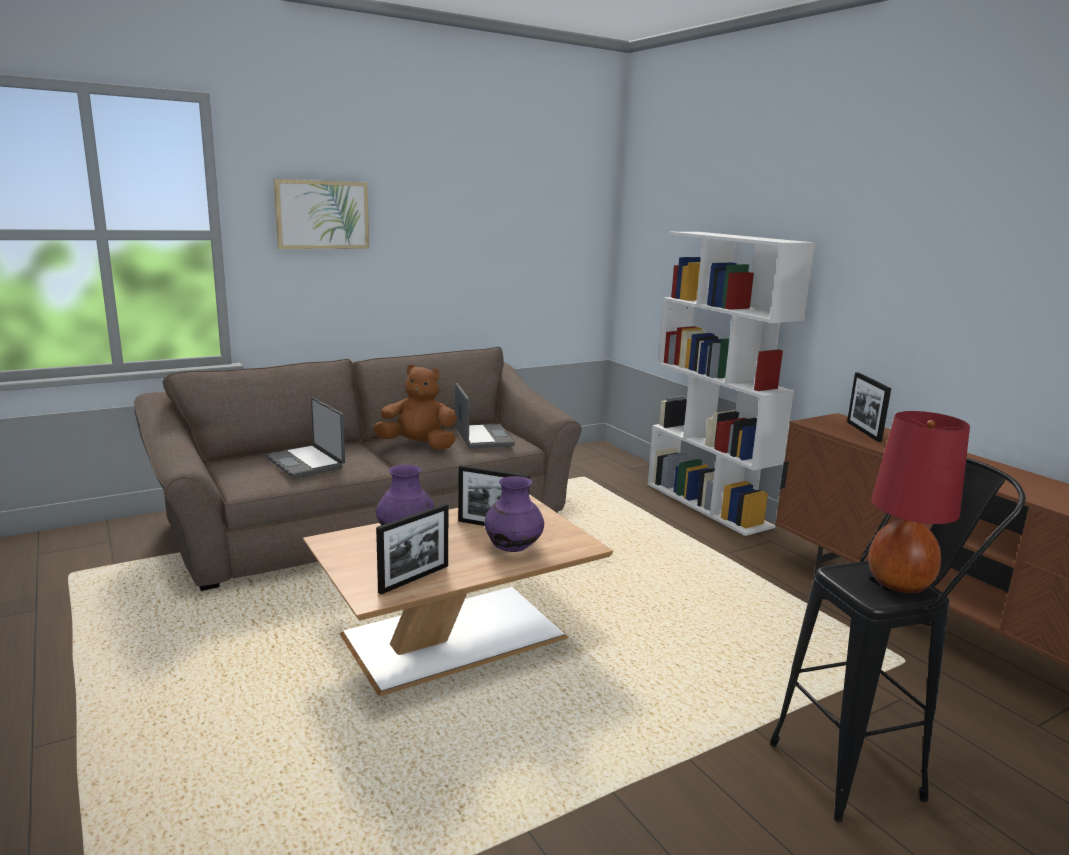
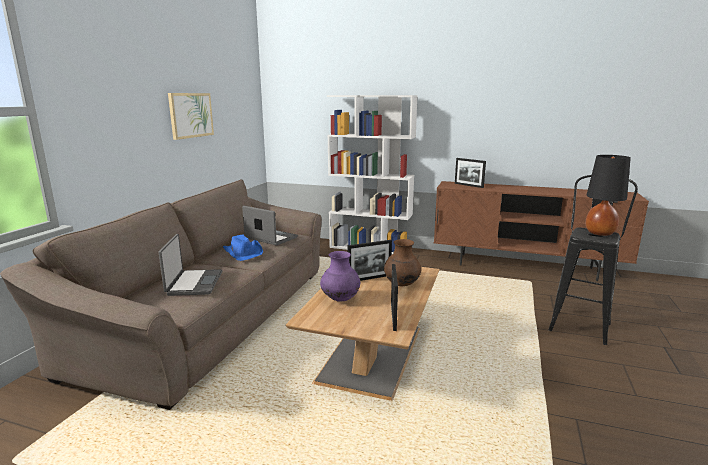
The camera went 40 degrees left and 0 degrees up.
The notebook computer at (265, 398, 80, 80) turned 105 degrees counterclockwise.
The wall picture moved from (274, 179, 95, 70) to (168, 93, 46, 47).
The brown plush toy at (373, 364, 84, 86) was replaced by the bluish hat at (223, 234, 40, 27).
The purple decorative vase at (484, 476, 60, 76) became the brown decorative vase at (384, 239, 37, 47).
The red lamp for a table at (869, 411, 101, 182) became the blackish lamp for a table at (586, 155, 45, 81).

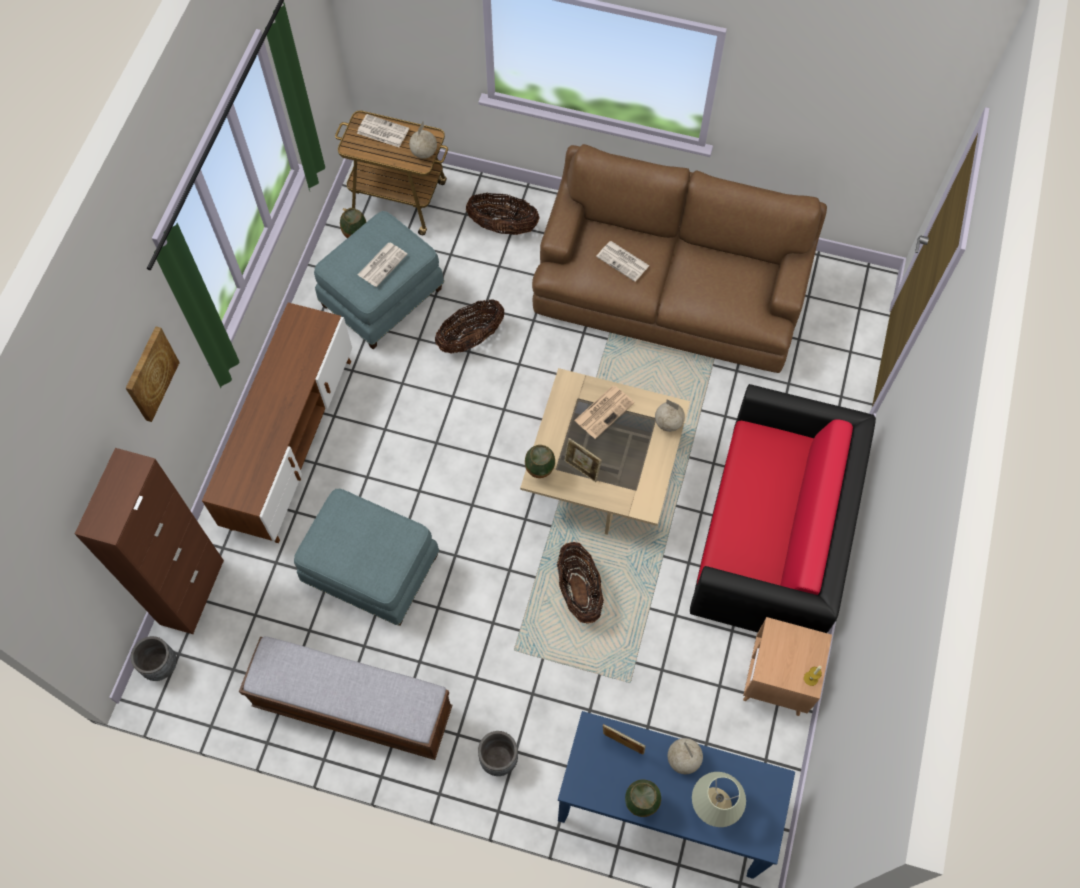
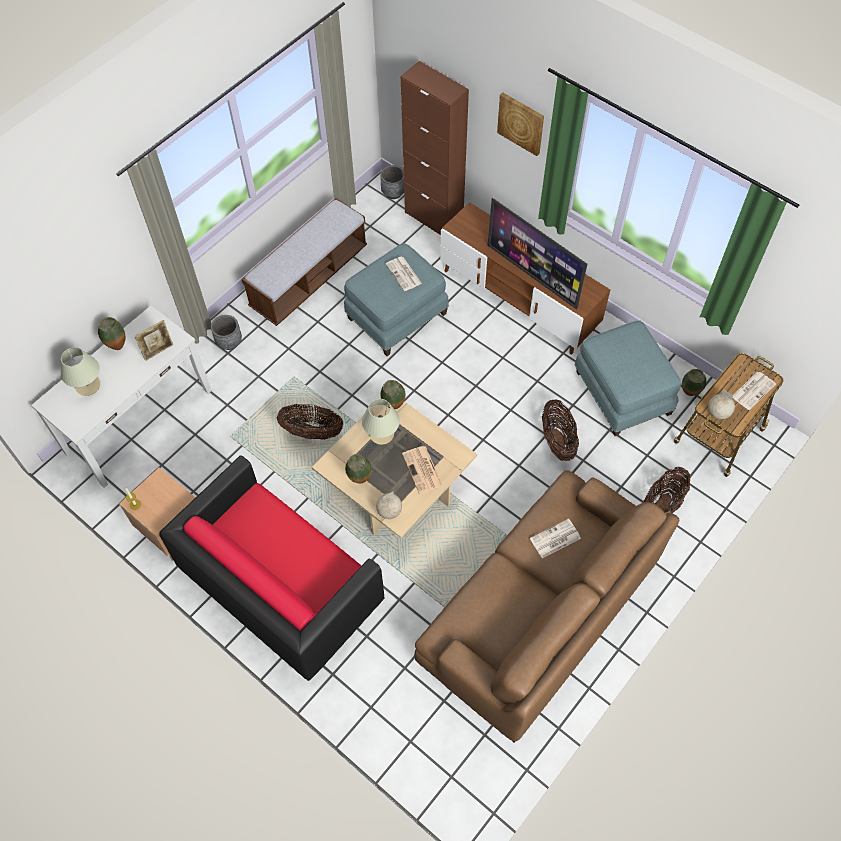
The camera went 115 degrees right and 5 degrees down.
The bluish narrow table at (558, 711, 237, 168) became the white narrow table at (31, 306, 181, 182).
The decorative vase at (345, 454, 27, 29) appeared.
The picture frame at (564, 438, 38, 44) was replaced by the beige lamp for a table at (362, 399, 38, 46).
The printed paper moved from (358, 243, 50, 44) to (386, 257, 36, 34).
The TV set at (488, 198, 99, 112) appeared.
The world globe at (668, 738, 35, 36) disappeared.

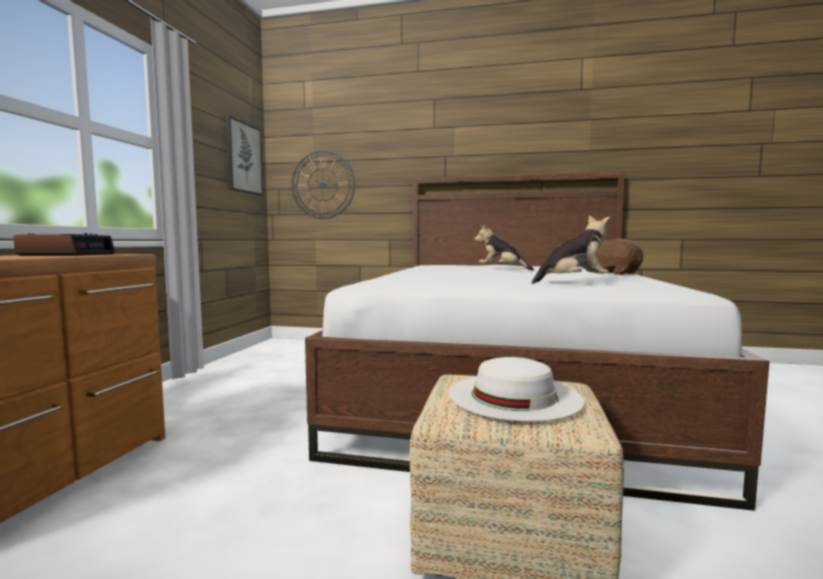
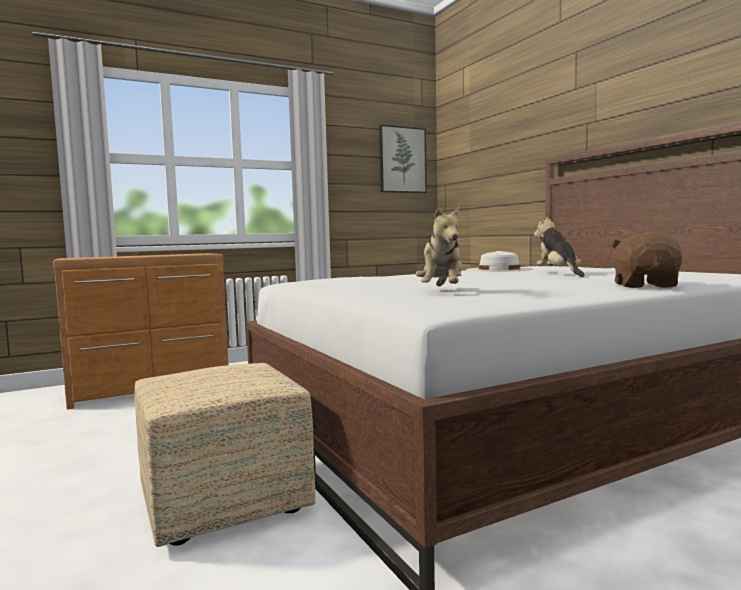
The camera went 50 degrees right and 0 degrees up.
The plush toy at (531, 215, 79, 69) turned 60 degrees clockwise.
The white hat moved from (449, 357, 135, 64) to (466, 251, 67, 21).
The alarm clock at (13, 233, 102, 23) disappeared.
The clock on the wall at (291, 150, 64, 69) disappeared.

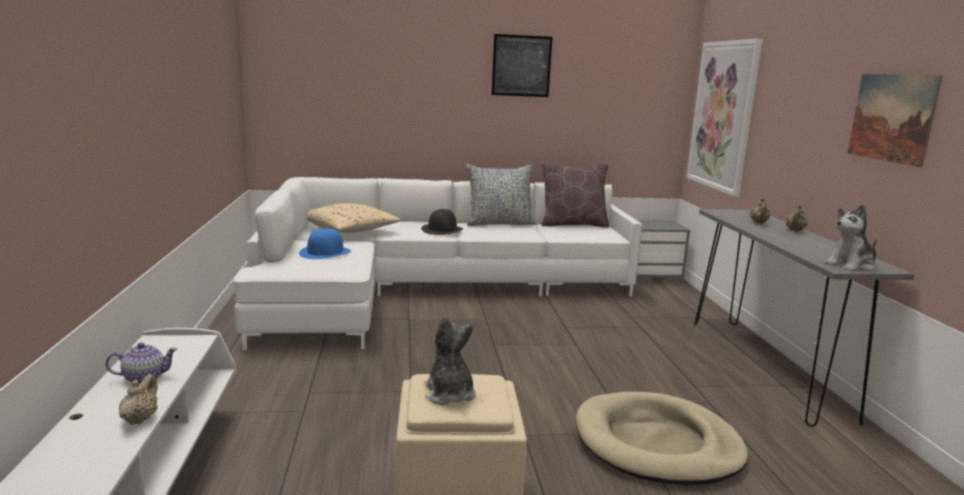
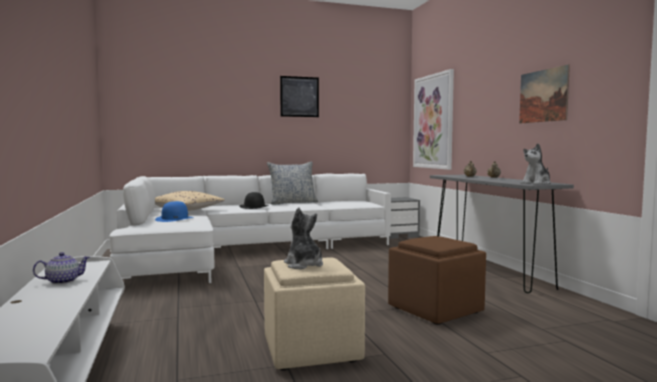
The camera went 10 degrees left and 10 degrees down.
The beige pet bed at (576, 392, 172, 93) was replaced by the brown footrest at (388, 236, 98, 89).
The beige teapot at (119, 374, 39, 51) disappeared.
The brown pillow at (541, 163, 68, 65) disappeared.

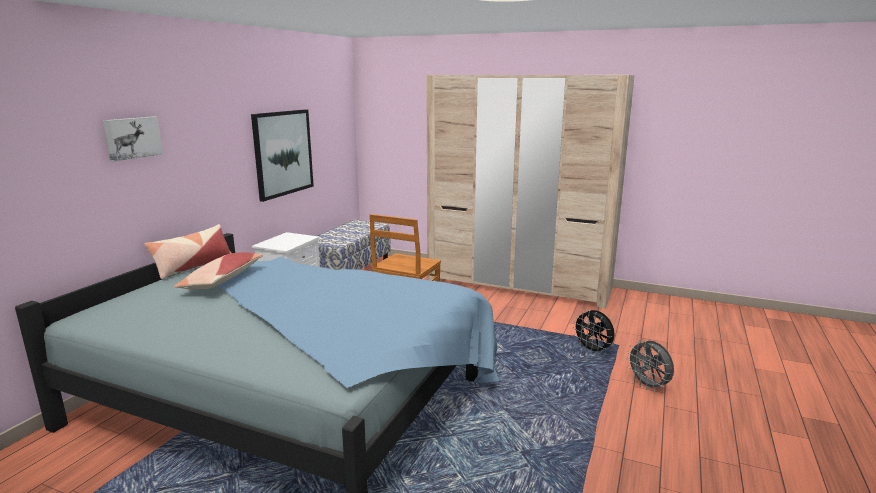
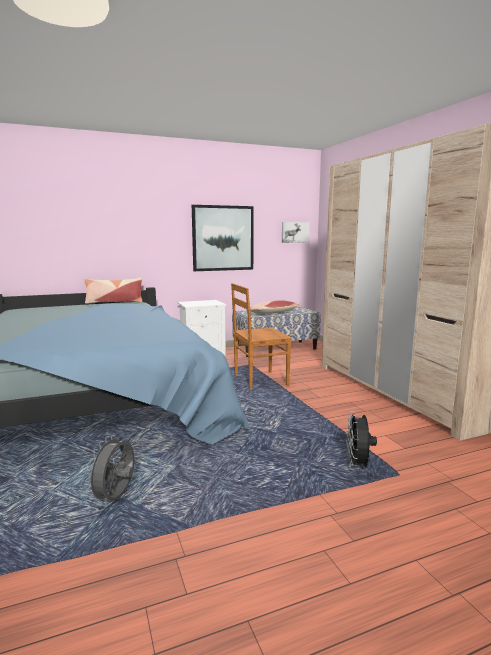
The camera went 45 degrees right and 5 degrees down.
The grey electric fan moved from (626, 340, 48, 51) to (85, 435, 49, 69).
The pillow moved from (174, 252, 89, 38) to (246, 300, 54, 14).
The wall picture moved from (103, 117, 60, 44) to (282, 222, 28, 21).

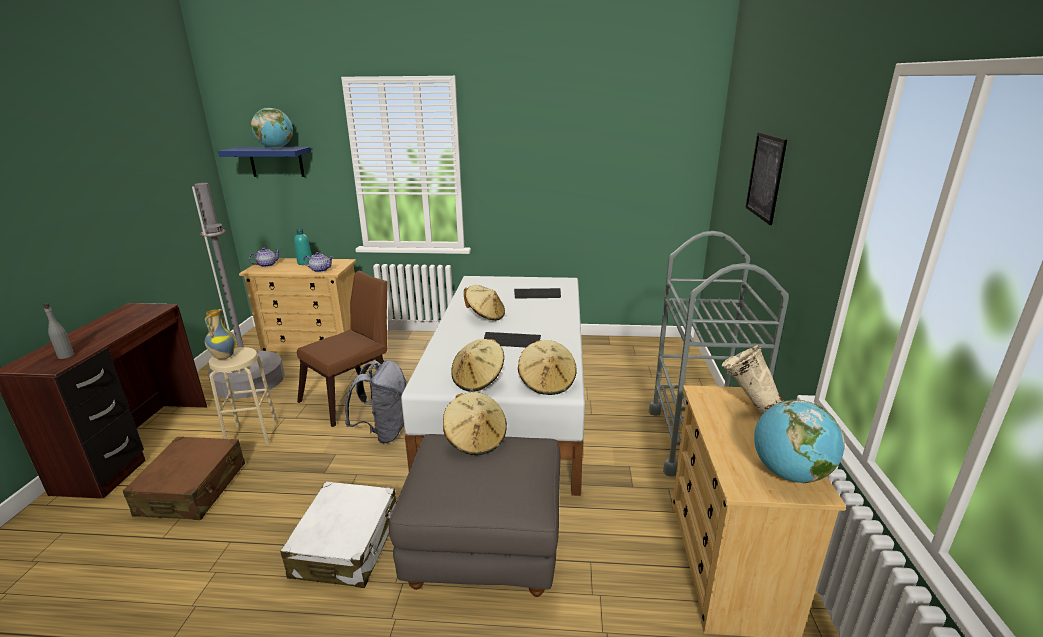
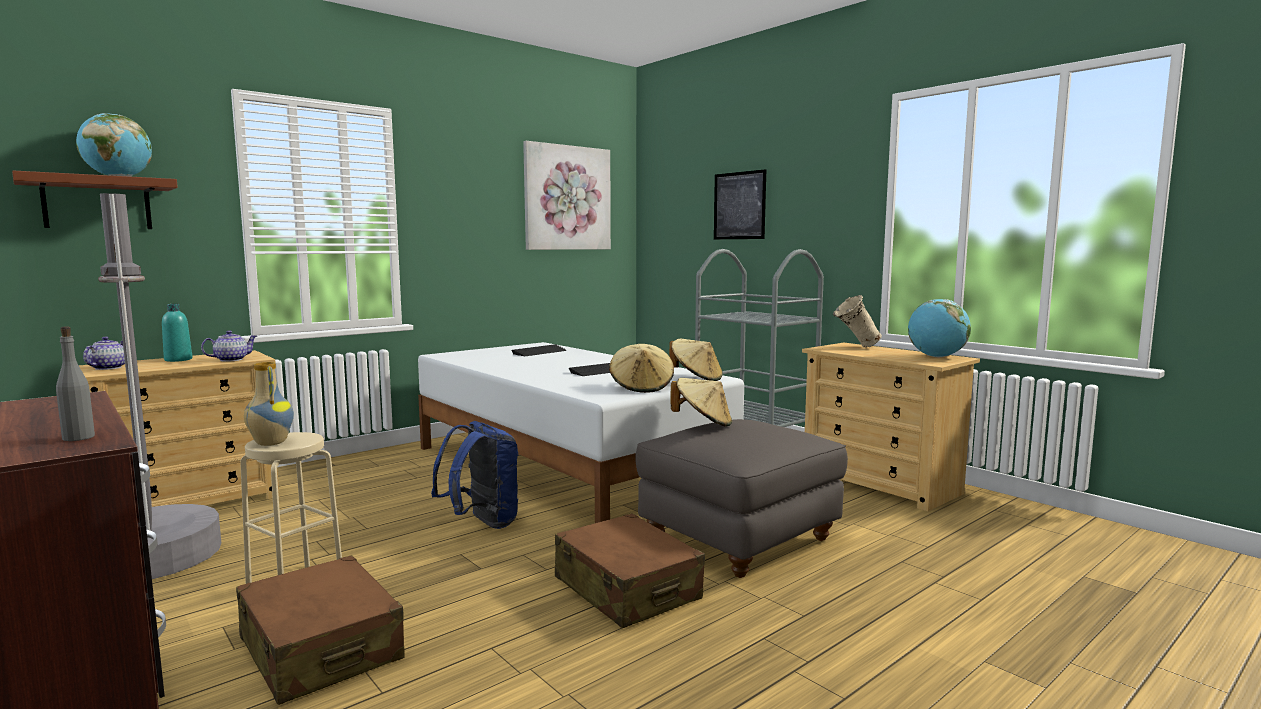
The camera went 45 degrees left and 15 degrees down.
The bluish wall shelf at (218, 147, 93, 30) became the brown wall shelf at (12, 171, 166, 58).
The grey knapsack at (345, 360, 61, 84) became the bluish knapsack at (431, 421, 88, 108).
The wall picture at (523, 141, 88, 109) appeared.
The white travel case at (280, 482, 116, 106) became the brown travel case at (555, 513, 150, 115).
The brown upright chair at (297, 271, 91, 156) disappeared.
The beige hat at (464, 285, 41, 36) disappeared.

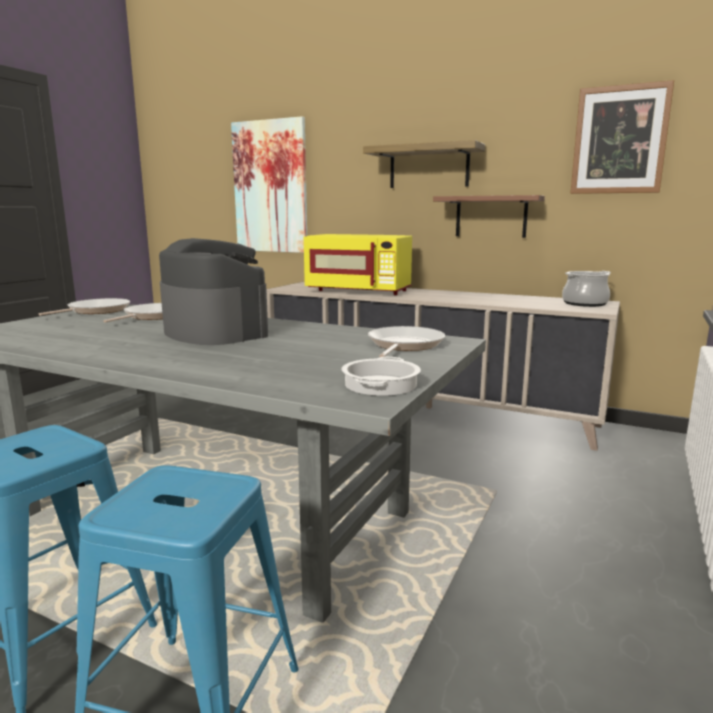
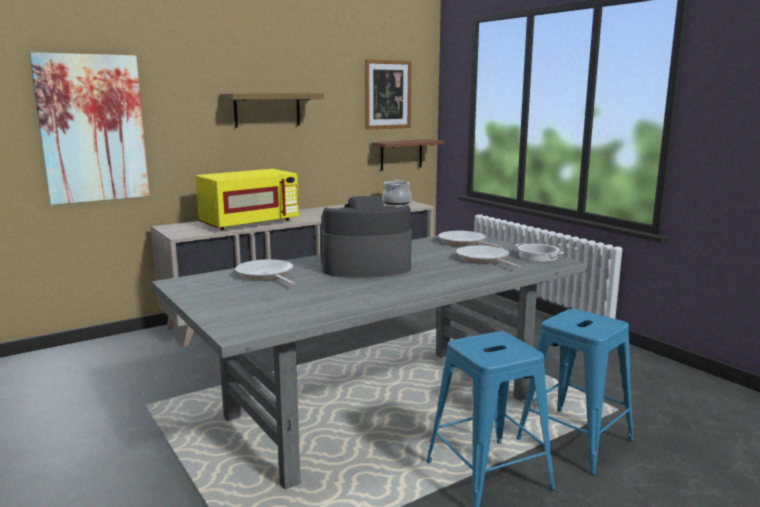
The camera went 60 degrees left and 0 degrees up.
The brown wall shelf moved from (433, 195, 112, 43) to (372, 139, 73, 31).
The skillet moved from (39, 298, 91, 18) to (456, 245, 65, 23).

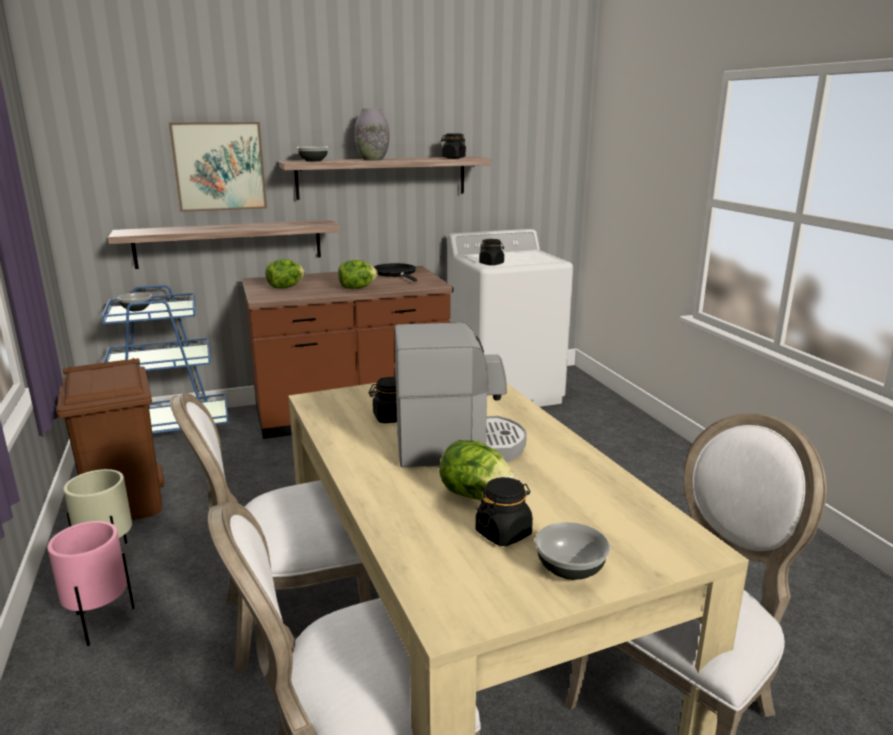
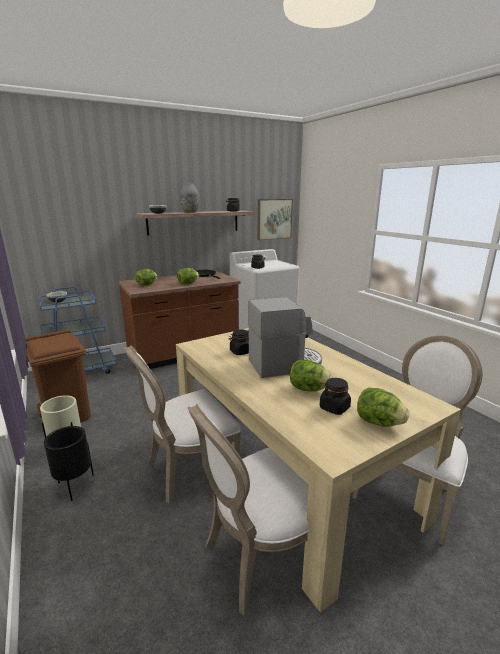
The camera went 10 degrees left and 0 degrees up.
The pink planter at (47, 521, 88, 125) became the blackish planter at (44, 426, 50, 75).
The wall picture moved from (169, 122, 98, 90) to (258, 199, 35, 42).
The deep dish at (535, 522, 75, 58) was replaced by the lettuce head at (357, 388, 52, 39).
The wall shelf at (108, 220, 232, 49) disappeared.

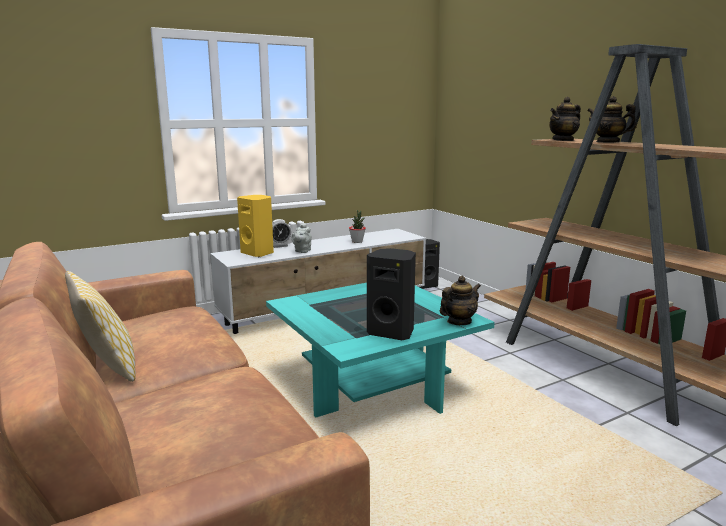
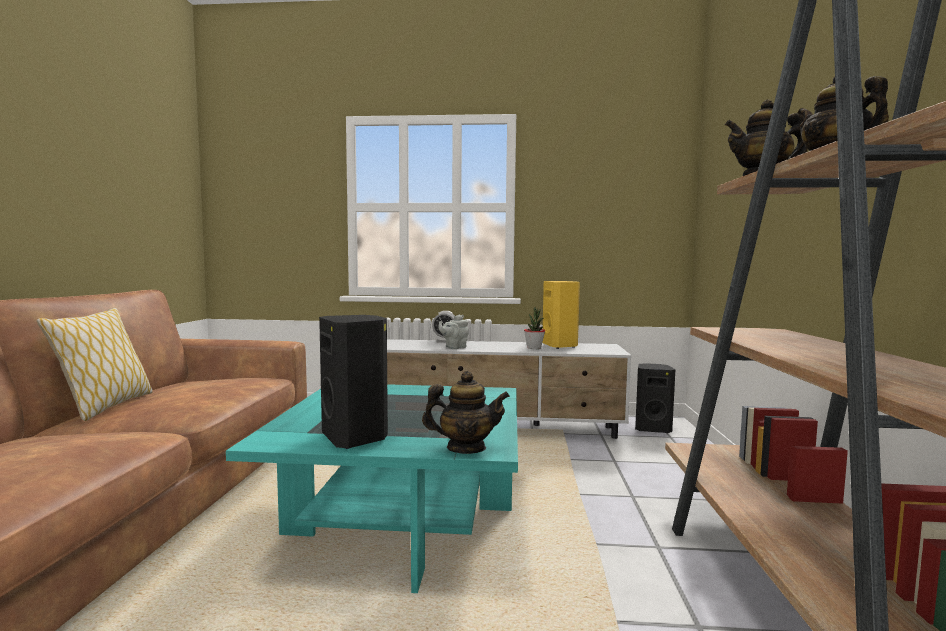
The camera went 35 degrees right and 10 degrees down.
The yellow-coloured audio speaker moved from (237, 195, 37, 62) to (542, 281, 38, 68).

